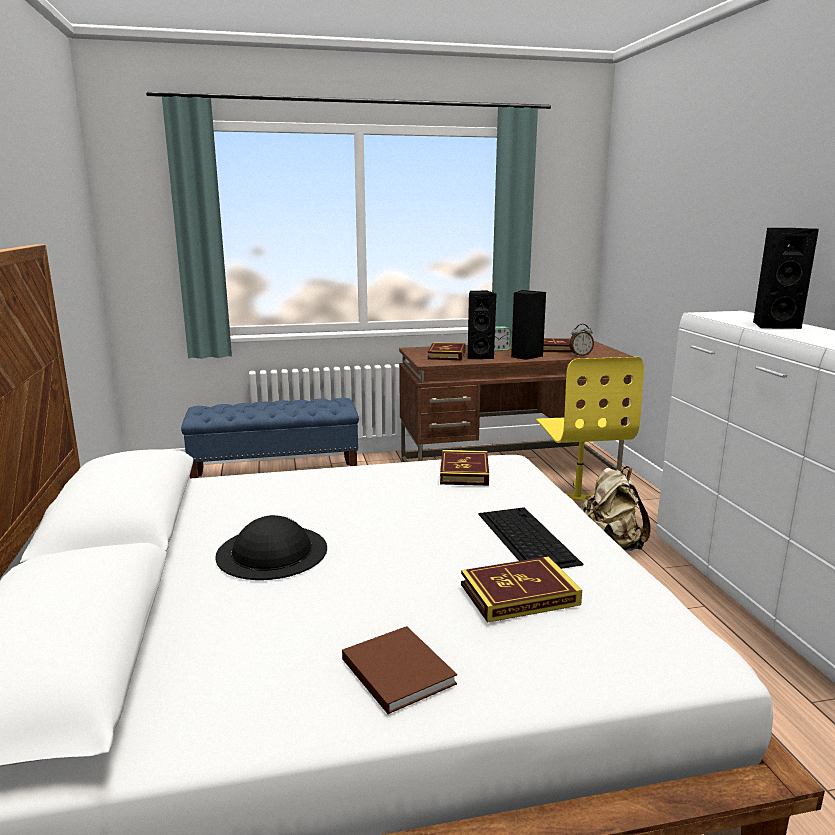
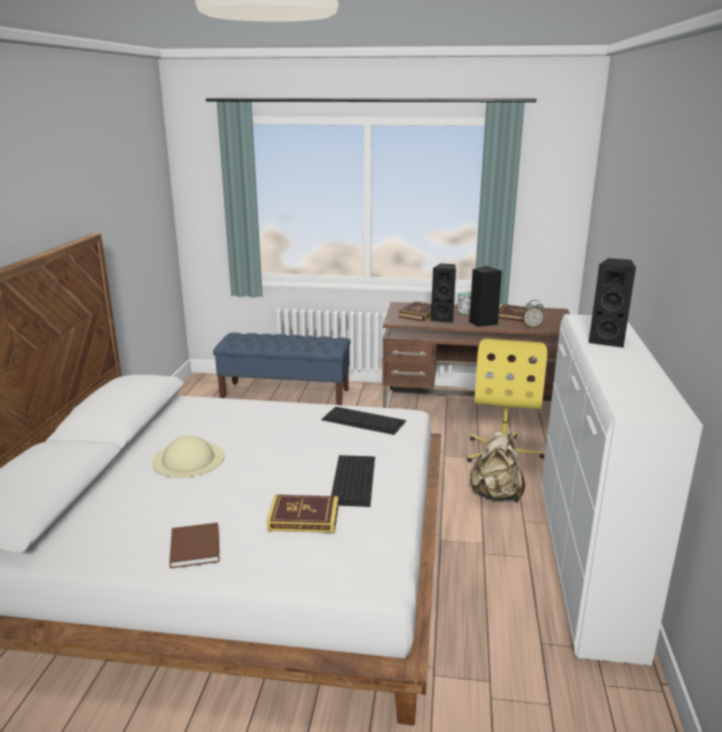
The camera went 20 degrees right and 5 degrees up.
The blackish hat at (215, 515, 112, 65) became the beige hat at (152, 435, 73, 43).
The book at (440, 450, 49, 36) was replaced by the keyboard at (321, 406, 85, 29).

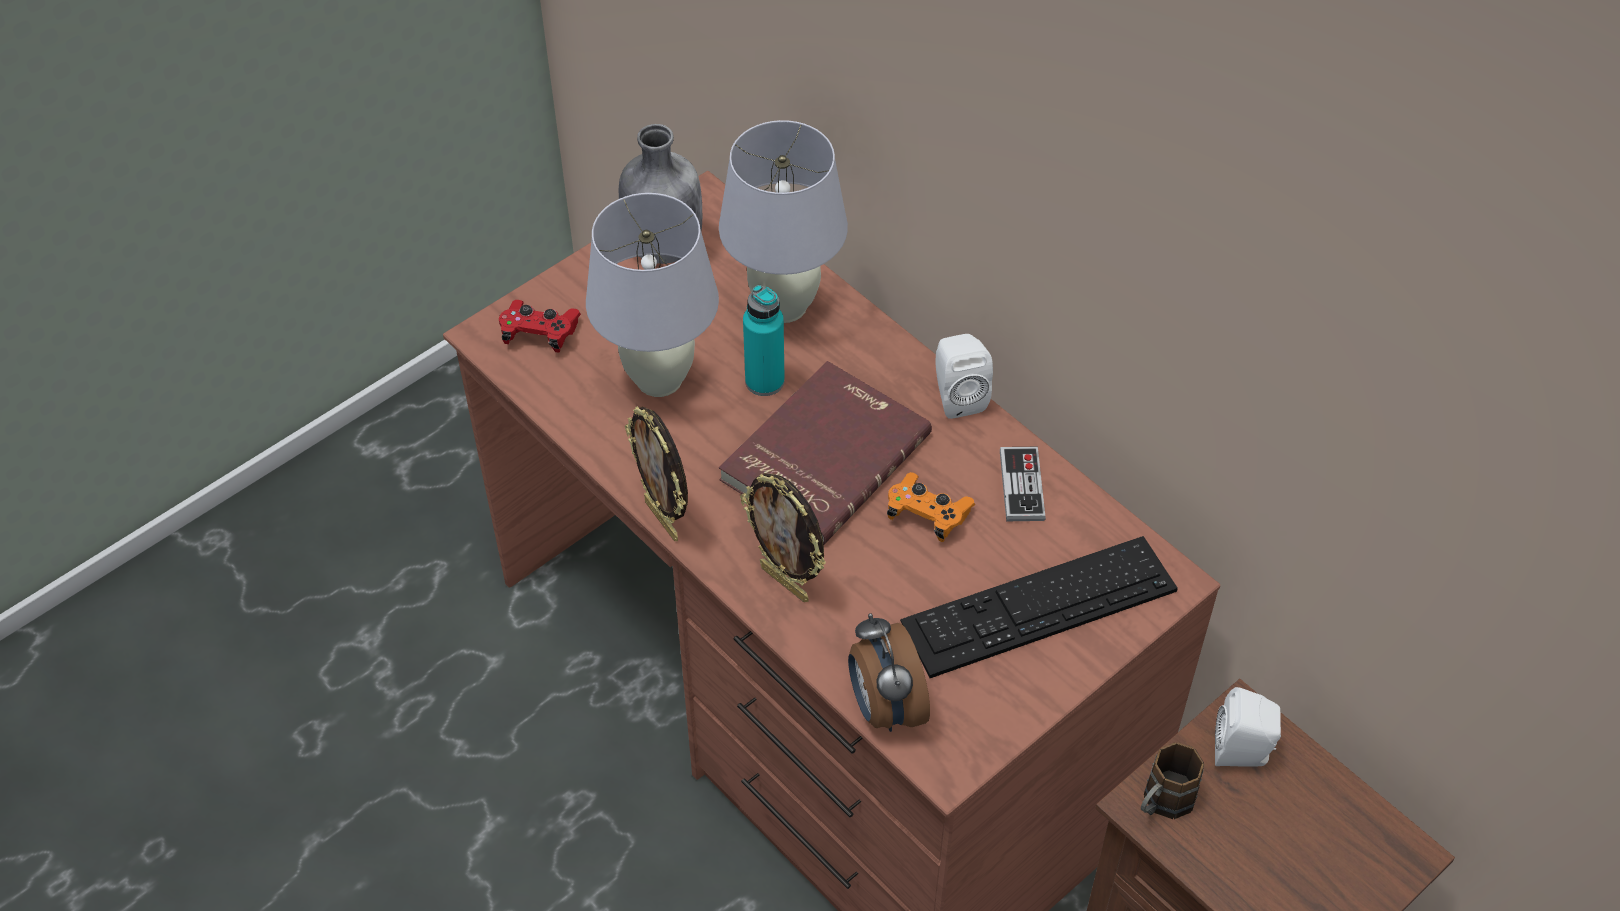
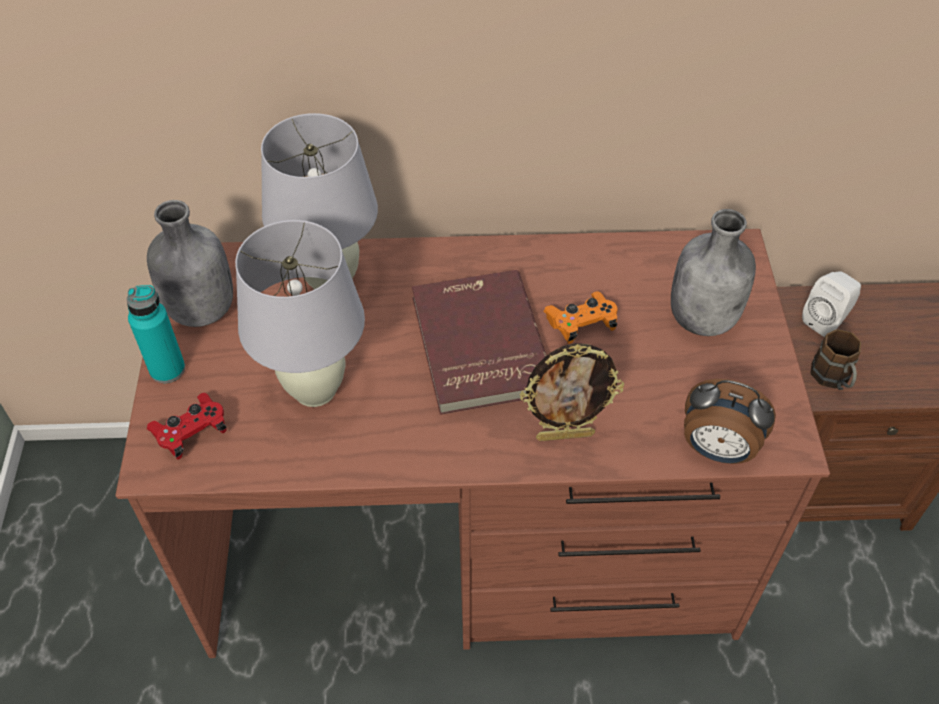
The camera went 50 degrees left and 0 degrees up.
The turquoise drink bottle moved from (743, 285, 42, 111) to (127, 285, 58, 98).
The keyboard at (900, 536, 278, 142) was replaced by the grey drink bottle at (671, 209, 85, 127).
The picture frame at (625, 406, 63, 135) disappeared.
The white audio speaker at (936, 334, 57, 85) disappeared.
The gamepad at (1000, 447, 46, 74) disappeared.

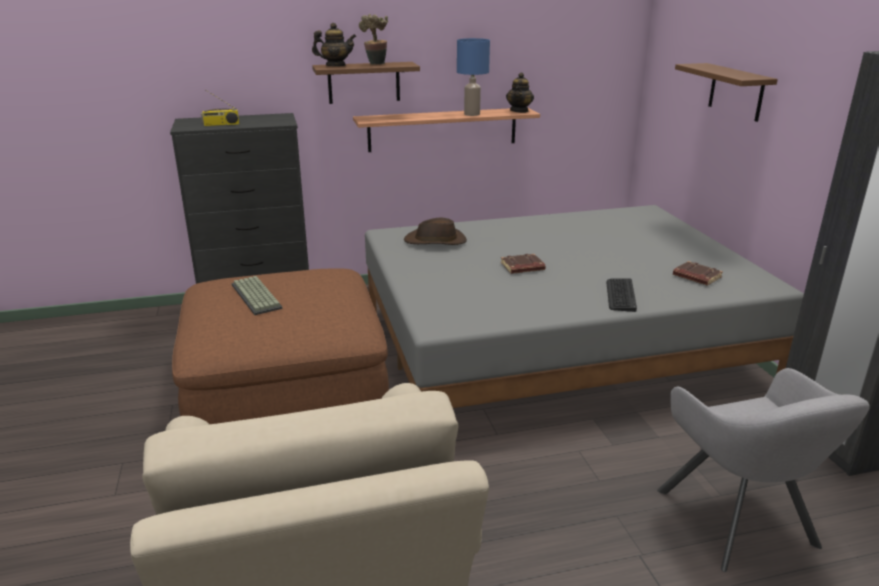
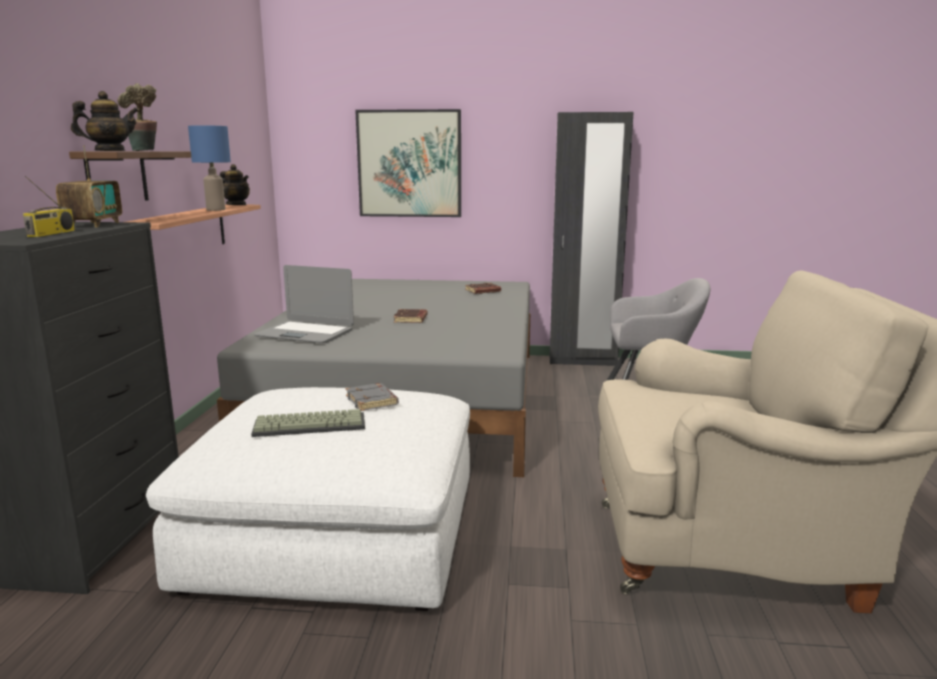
The camera went 70 degrees left and 10 degrees down.
The radio set at (56, 146, 66, 82) appeared.
The teapot at (312, 23, 44, 43) turned 45 degrees clockwise.
The brown footrest at (172, 269, 217, 155) became the white footrest at (146, 387, 324, 224).
The brown hat at (404, 218, 63, 27) was replaced by the notebook computer at (254, 265, 100, 78).
The grey book at (346, 383, 53, 28) appeared.
The brown wall shelf at (675, 63, 103, 59) was replaced by the wall picture at (355, 109, 106, 108).
The keyboard at (606, 278, 31, 34) disappeared.

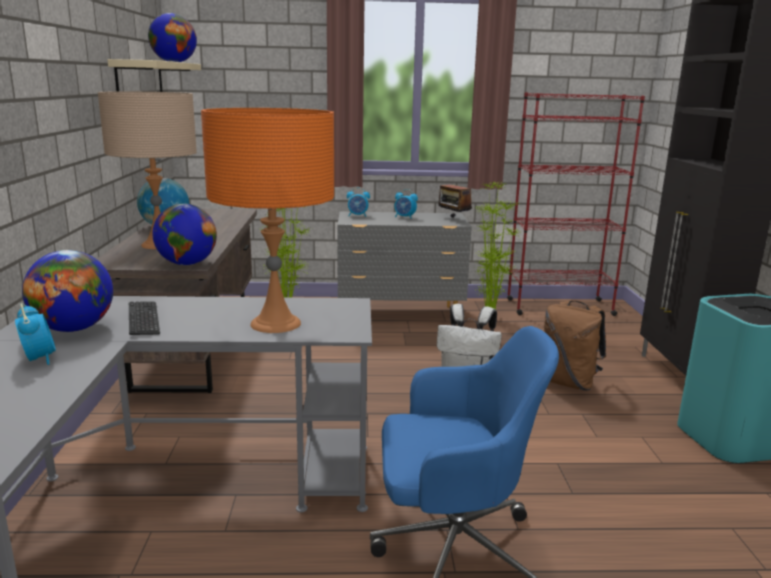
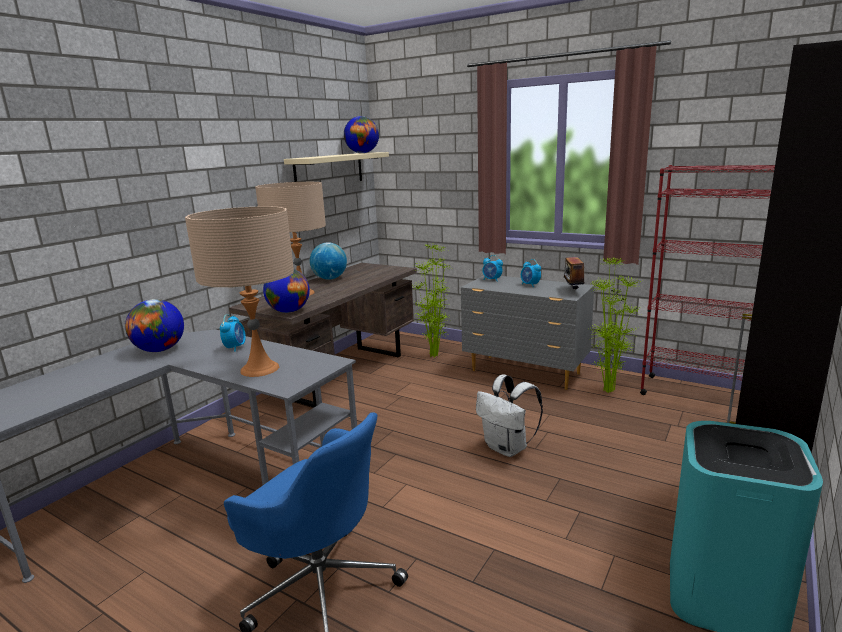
The camera went 35 degrees right and 0 degrees up.
The orangey lamp for a table at (201, 108, 133, 225) became the beige lamp for a table at (185, 206, 109, 171).
The alarm clock moved from (15, 303, 41, 62) to (220, 314, 26, 38).
The keyboard at (129, 301, 31, 34) disappeared.
The brown knapsack at (544, 301, 62, 90) disappeared.

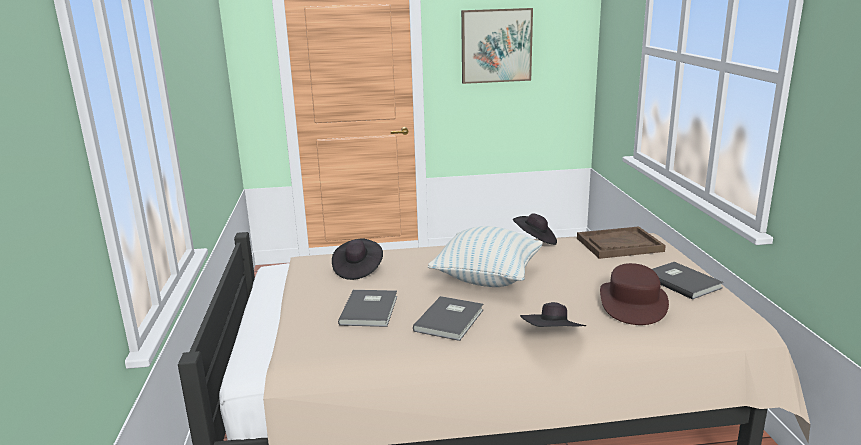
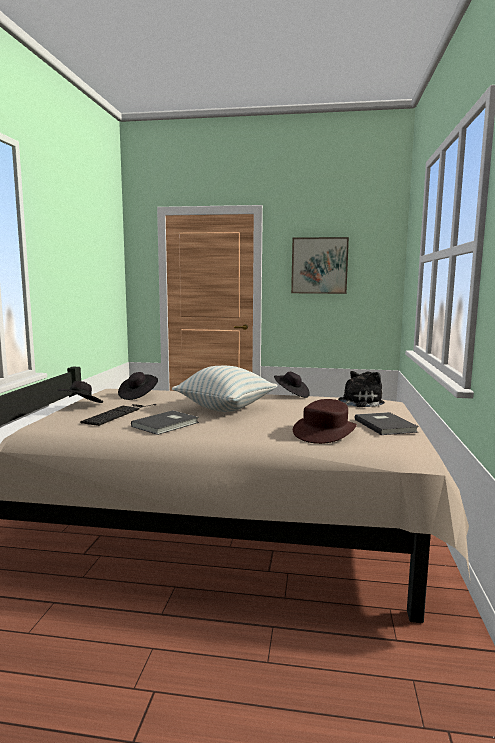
The camera went 15 degrees right and 10 degrees down.
The blackish hat moved from (520, 302, 66, 25) to (57, 381, 46, 22).
The grey book at (338, 290, 59, 37) was replaced by the keyboard at (80, 404, 76, 22).
The brown serving tray at (577, 226, 89, 33) was replaced by the plush toy at (338, 371, 47, 36).

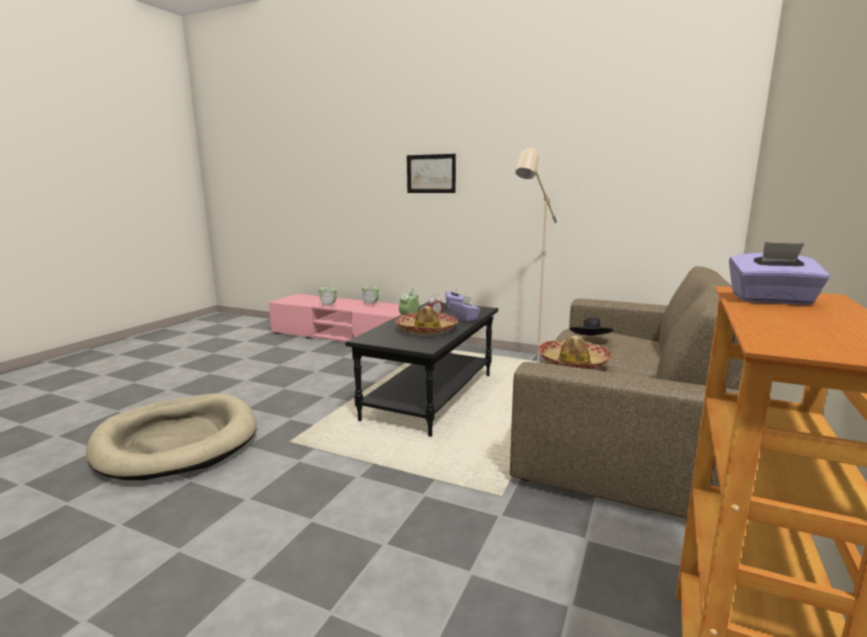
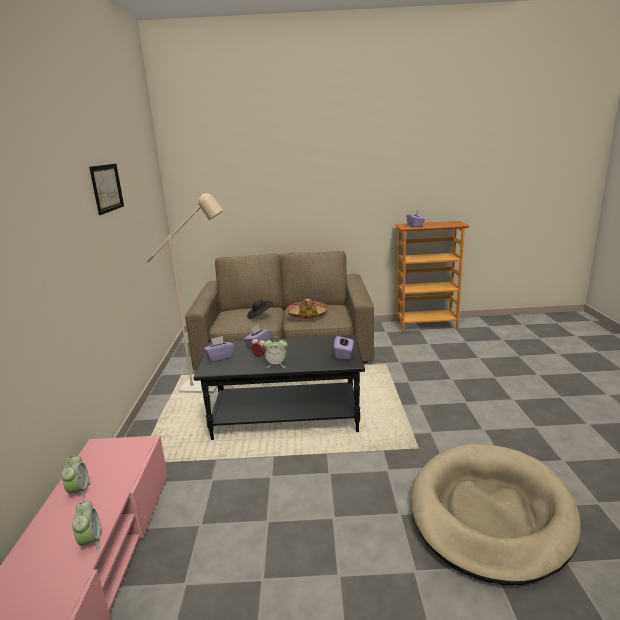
The camera went 115 degrees left and 5 degrees up.
The wall picture moved from (407, 154, 49, 39) to (89, 164, 35, 51).
The purple tissue holder at (334, 336, 19, 24) appeared.
The hat at (395, 306, 63, 29) disappeared.

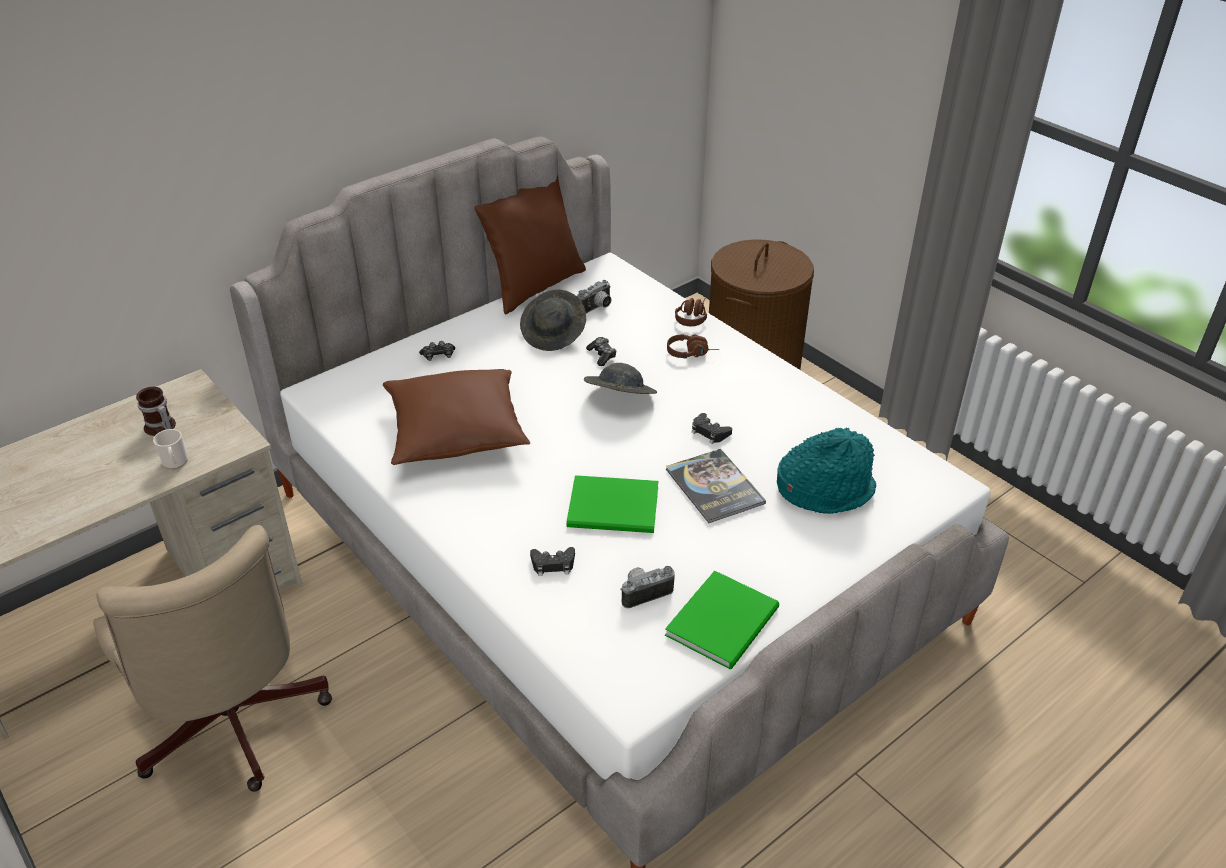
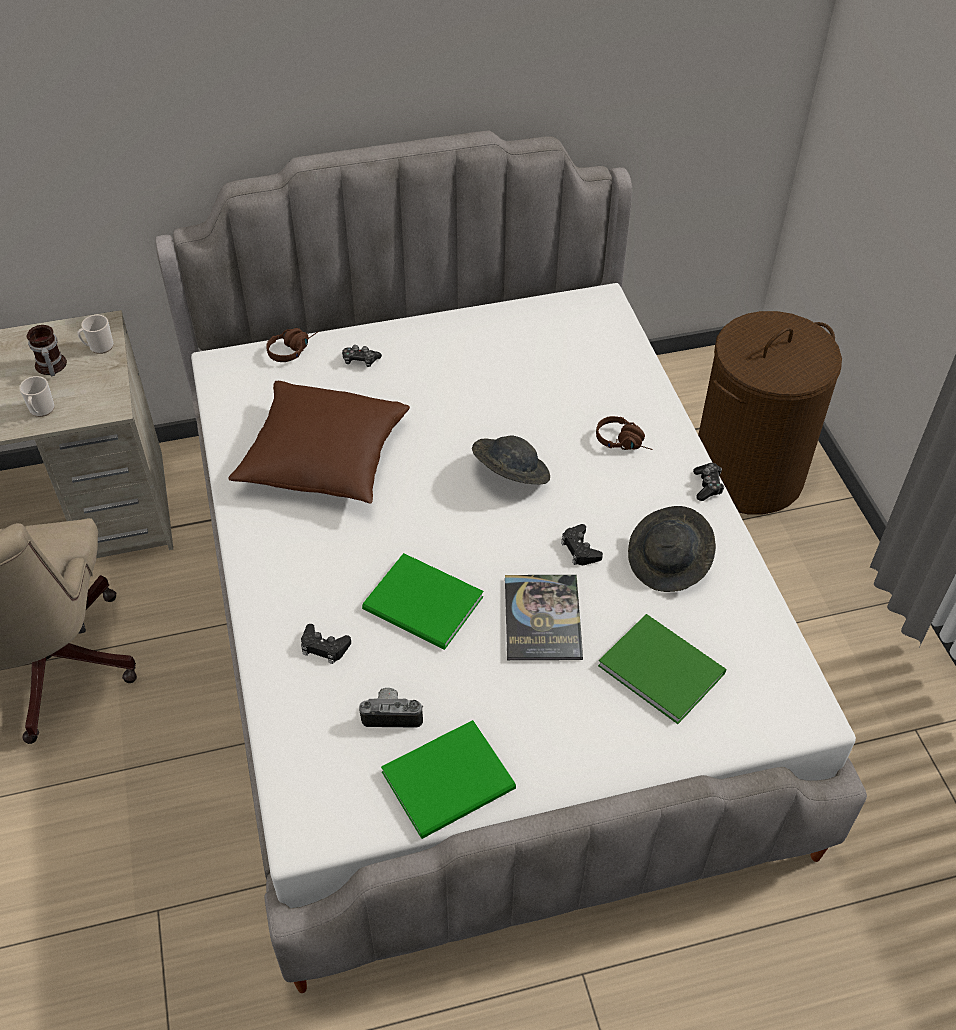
The camera went 25 degrees right and 10 degrees up.
The mug at (77, 315, 37, 39) appeared.
The brown pair of headphones moved from (675, 298, 32, 28) to (266, 328, 53, 34).
The turquoise hat at (777, 428, 99, 86) was replaced by the green book at (598, 614, 129, 110).
The grey hat moved from (520, 289, 66, 62) to (628, 506, 88, 86).
The gamepad moved from (586, 337, 31, 29) to (693, 463, 32, 38).
The brown pillow at (474, 174, 112, 140) disappeared.
The still camera at (577, 280, 35, 33) disappeared.

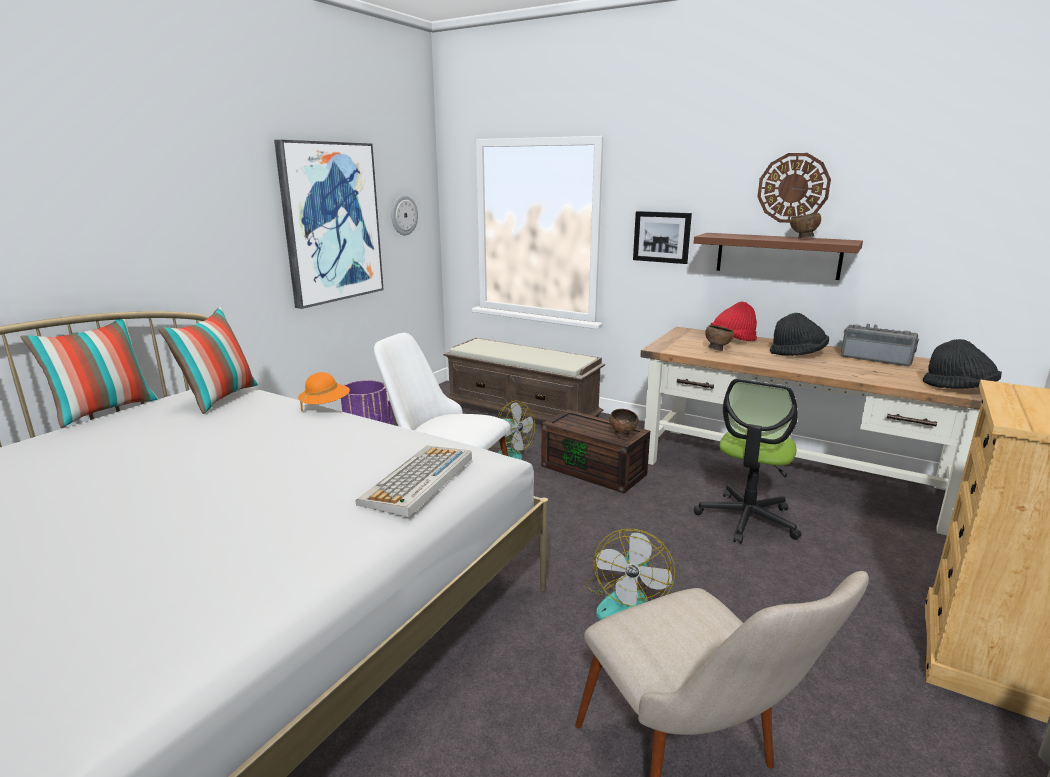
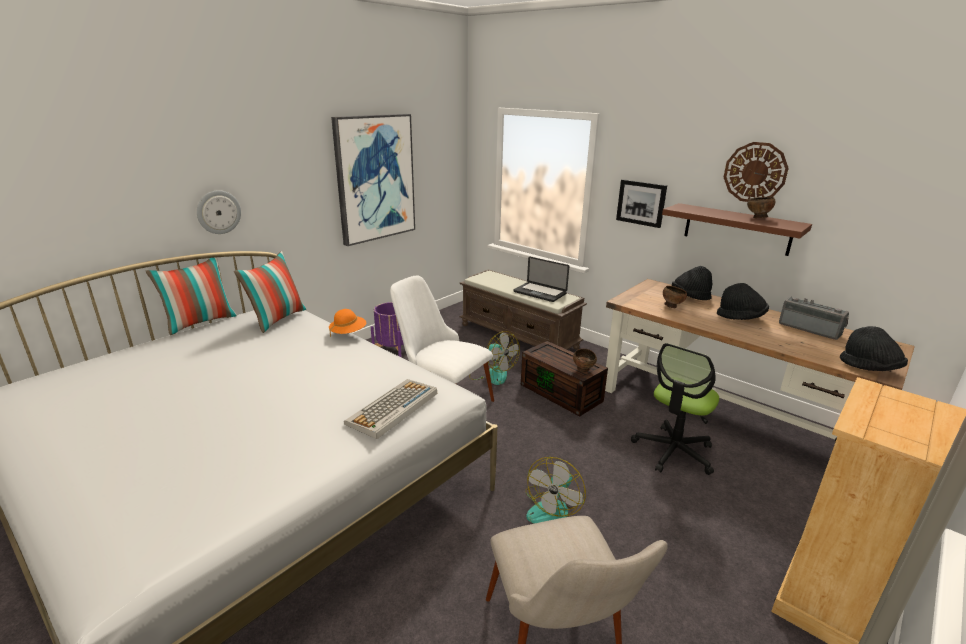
The camera went 10 degrees right and 5 degrees up.
The clock on the wall moved from (391, 195, 27, 40) to (197, 190, 44, 44).
The notebook computer at (513, 257, 56, 45) appeared.
The red hat at (710, 301, 47, 40) became the blackish hat at (672, 266, 41, 34).

